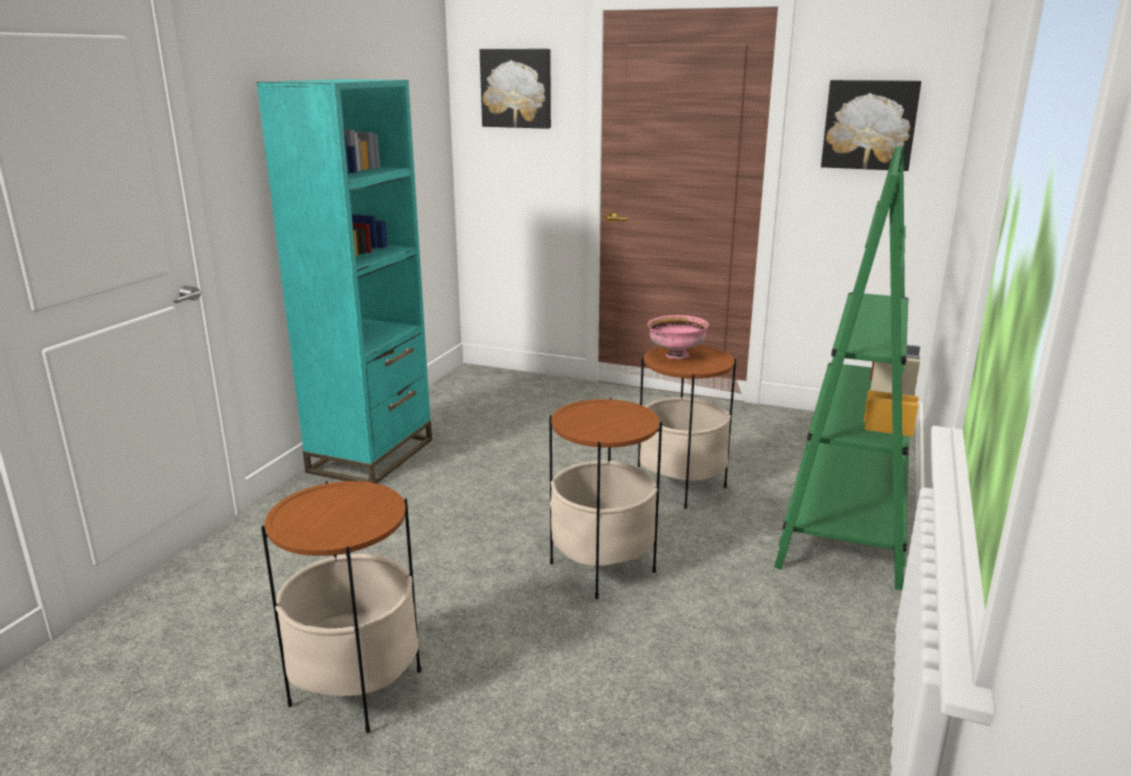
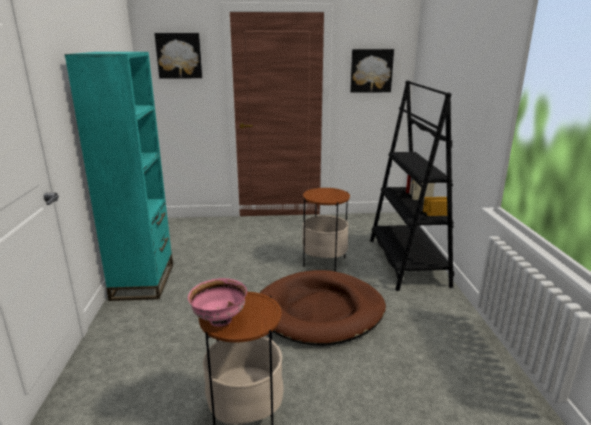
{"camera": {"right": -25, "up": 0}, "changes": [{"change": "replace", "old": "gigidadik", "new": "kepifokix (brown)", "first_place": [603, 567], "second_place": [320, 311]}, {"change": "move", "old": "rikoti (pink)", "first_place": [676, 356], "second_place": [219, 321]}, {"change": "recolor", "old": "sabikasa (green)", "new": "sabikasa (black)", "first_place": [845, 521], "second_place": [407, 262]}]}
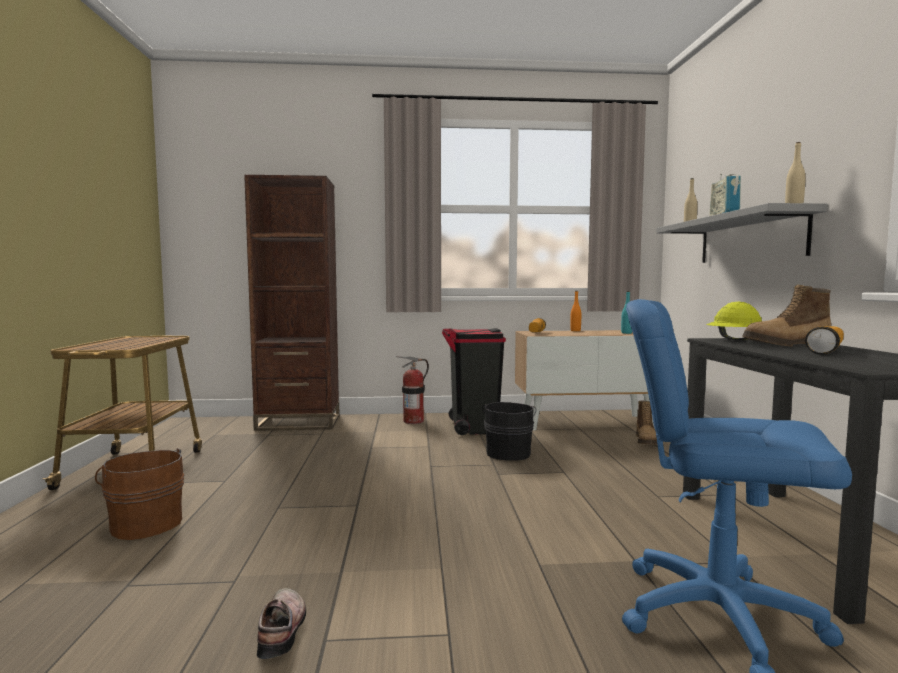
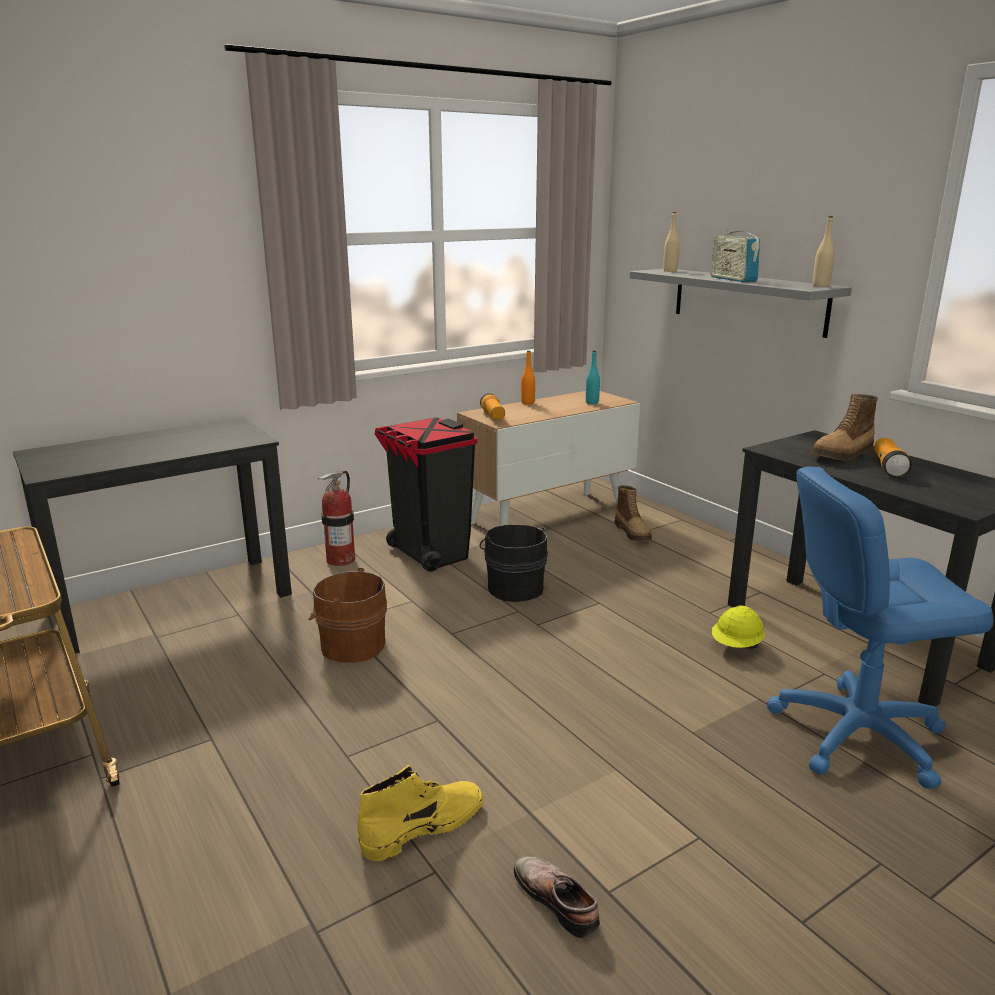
{"camera": {"right": -30, "up": 15}, "changes": [{"change": "move", "old": "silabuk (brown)", "first_place": [146, 523], "second_place": [350, 645]}, {"change": "replace", "old": "sabikasa (brown)", "new": "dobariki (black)", "first_place": [298, 423], "second_place": [174, 601]}, {"change": "move", "old": "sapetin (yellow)", "first_place": [734, 340], "second_place": [736, 646]}, {"change": "insert", "new": "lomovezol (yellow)", "second_place": [424, 826]}]}
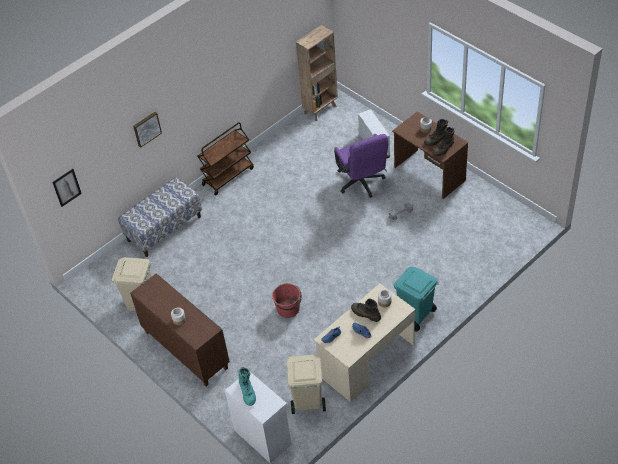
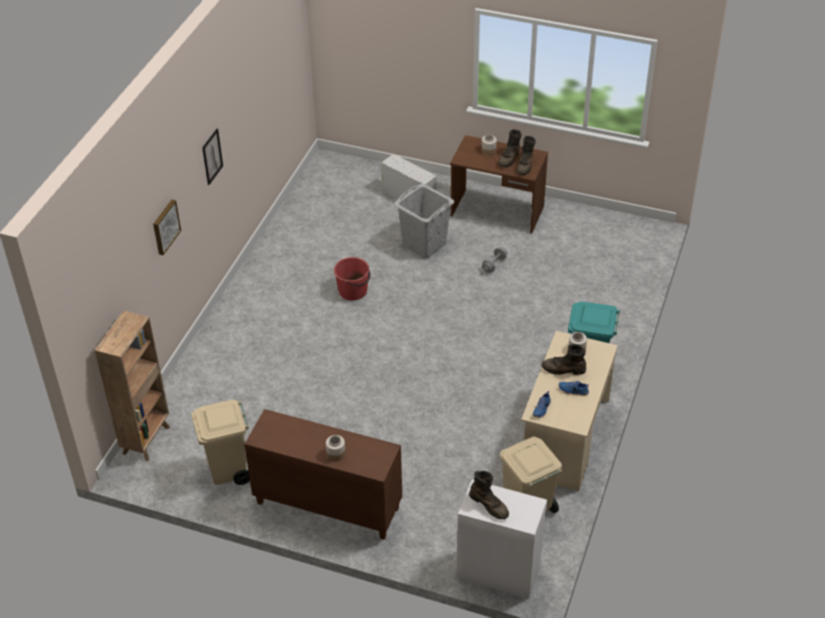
{"camera": {"right": -30, "up": -5}, "changes": [{"change": "move", "old": "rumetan", "first_place": [66, 187], "second_place": [212, 156]}, {"change": "delete", "old": "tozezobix", "first_place": [164, 228]}, {"change": "delete", "old": "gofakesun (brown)", "first_place": [228, 176]}, {"change": "recolor", "old": "lomovezol (turquoise)", "new": "lomovezol (brown)", "first_place": [247, 392], "second_place": [489, 505]}, {"change": "move", "old": "silabuk (red)", "first_place": [288, 309], "second_place": [353, 291]}, {"change": "move", "old": "sabikasa (brown)", "first_place": [321, 109], "second_place": [147, 439]}, {"change": "replace", "old": "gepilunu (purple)", "new": "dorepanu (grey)", "first_place": [362, 184], "second_place": [424, 245]}]}
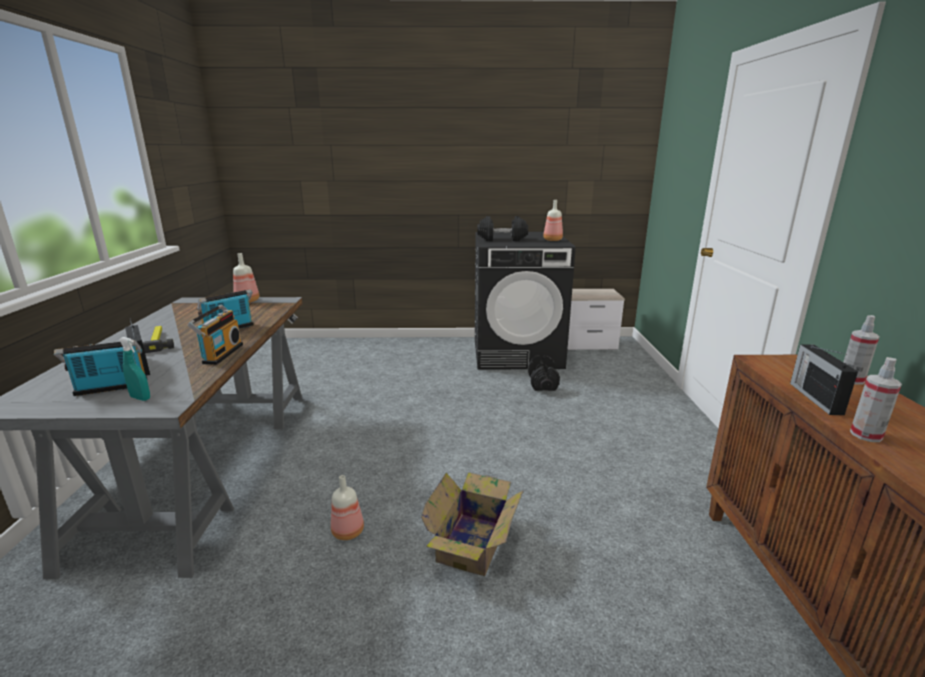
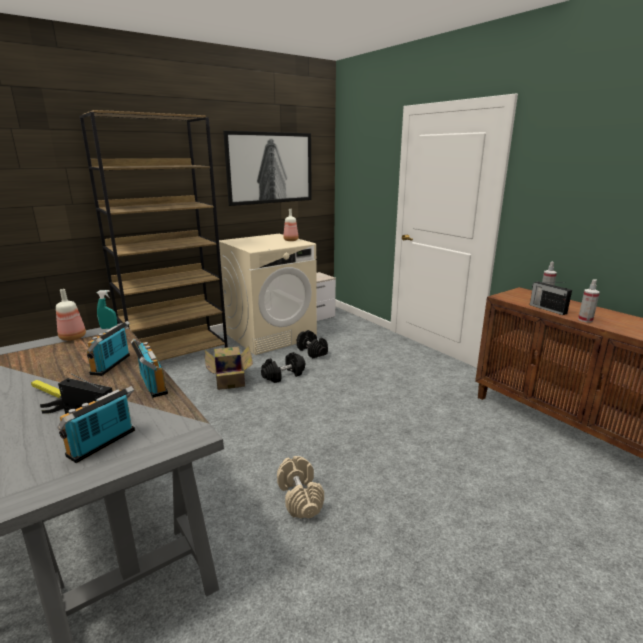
{"camera": {"right": -35, "up": 0}, "changes": [{"change": "move", "old": "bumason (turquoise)", "first_place": [140, 398], "second_place": [109, 328]}, {"change": "replace", "old": "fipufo", "new": "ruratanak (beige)", "first_place": [349, 531], "second_place": [300, 497]}, {"change": "move", "old": "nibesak", "first_place": [474, 541], "second_place": [230, 378]}, {"change": "recolor", "old": "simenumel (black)", "new": "simenumel (beige)", "first_place": [517, 353], "second_place": [271, 335]}, {"change": "move", "old": "ruratanak (black)", "first_place": [502, 239], "second_place": [283, 375]}, {"change": "insert", "new": "sabikasa (brown)", "second_place": [176, 353]}, {"change": "insert", "new": "rumetan", "second_place": [270, 168]}]}
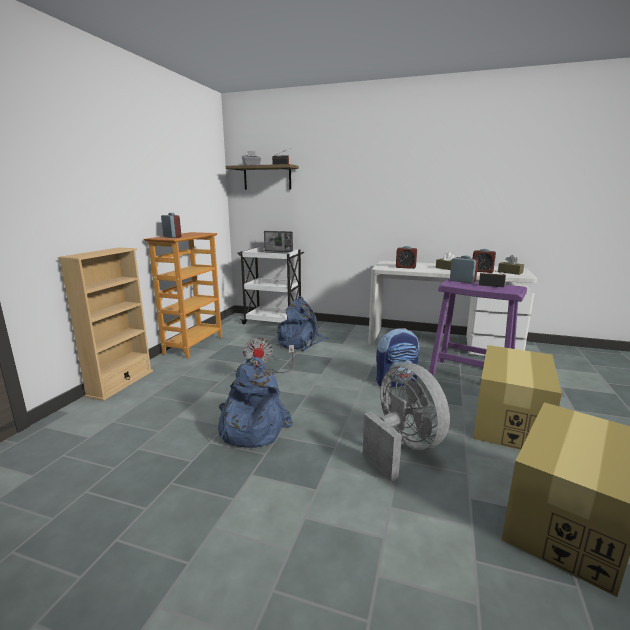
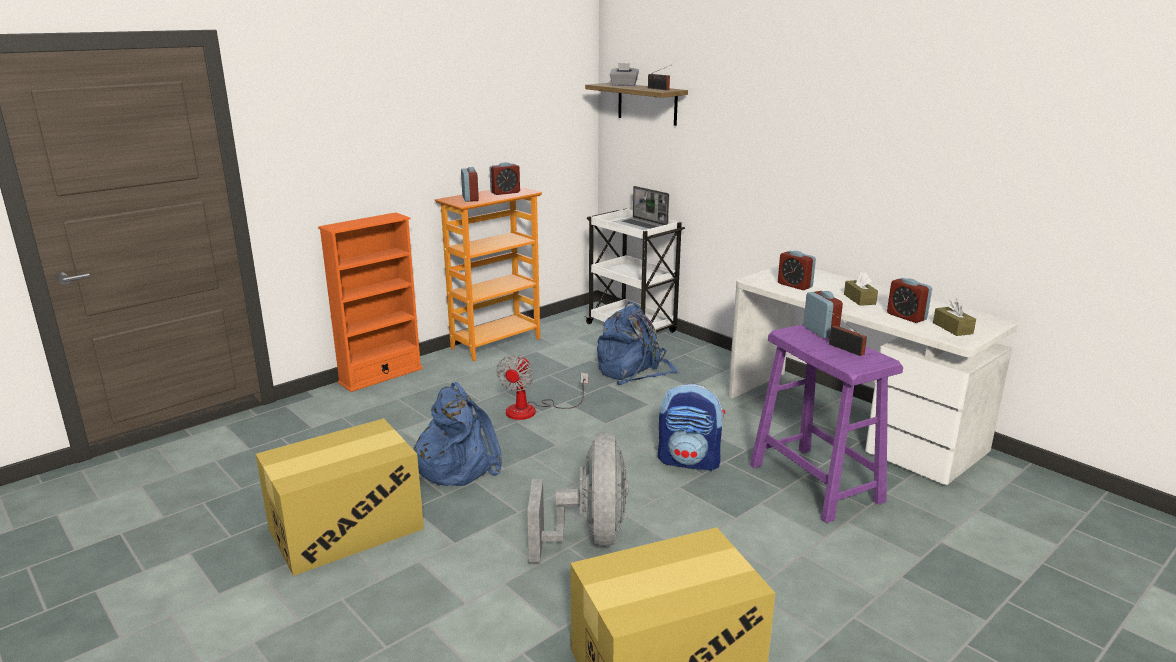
{"camera": {"right": 30, "up": 5}, "changes": [{"change": "recolor", "old": "sabikasa (beige)", "new": "sabikasa (orange)", "first_place": [121, 383], "second_place": [381, 375]}, {"change": "move", "old": "nibesak", "first_place": [510, 421], "second_place": [346, 528]}, {"change": "insert", "new": "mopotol", "second_place": [505, 192]}]}
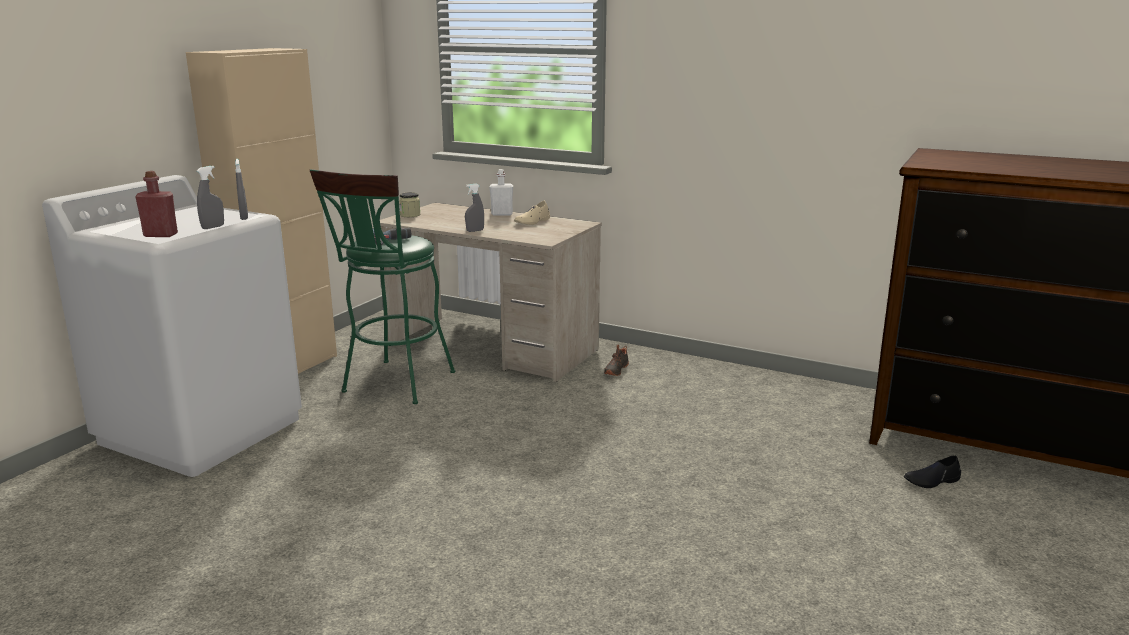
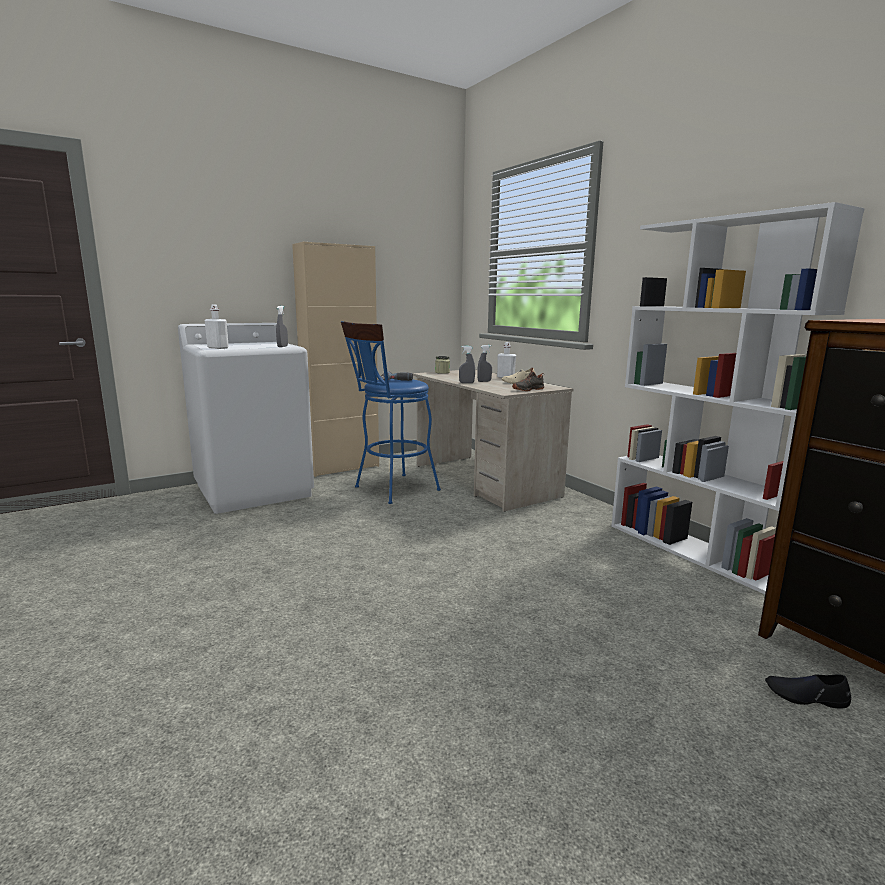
{"camera": {"right": 30, "up": -5}, "changes": [{"change": "recolor", "old": "fipufo (red)", "new": "fipufo (white)", "first_place": [160, 235], "second_place": [218, 348]}, {"change": "move", "old": "bumason (grey)", "first_place": [213, 227], "second_place": [484, 381]}, {"change": "recolor", "old": "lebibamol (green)", "new": "lebibamol (blue)", "first_place": [395, 385], "second_place": [391, 490]}, {"change": "move", "old": "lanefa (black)", "first_place": [615, 370], "second_place": [527, 389]}, {"change": "insert", "new": "sabikasa (white)", "second_place": [694, 550]}]}
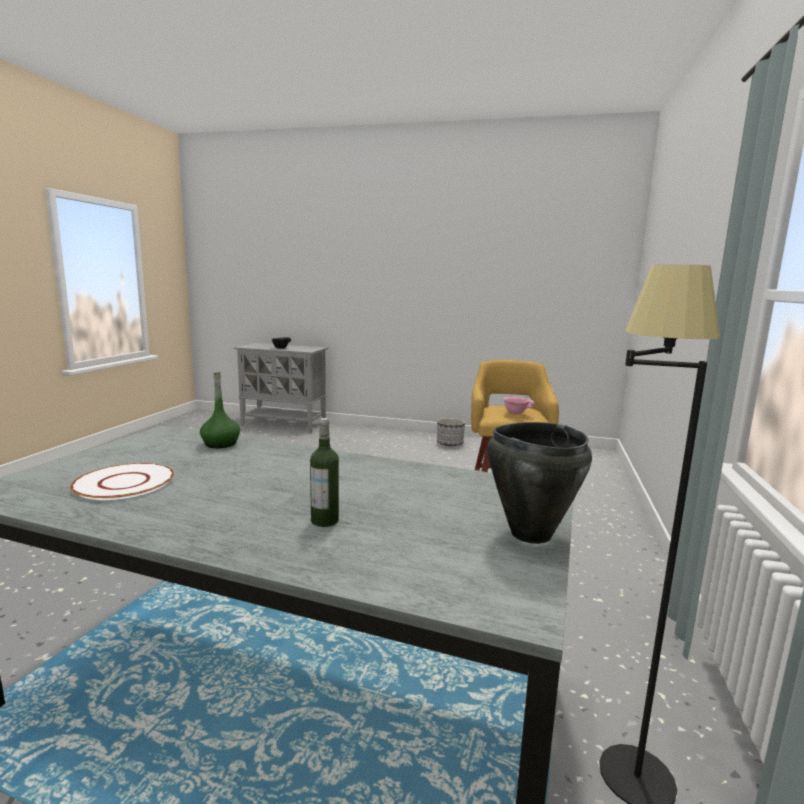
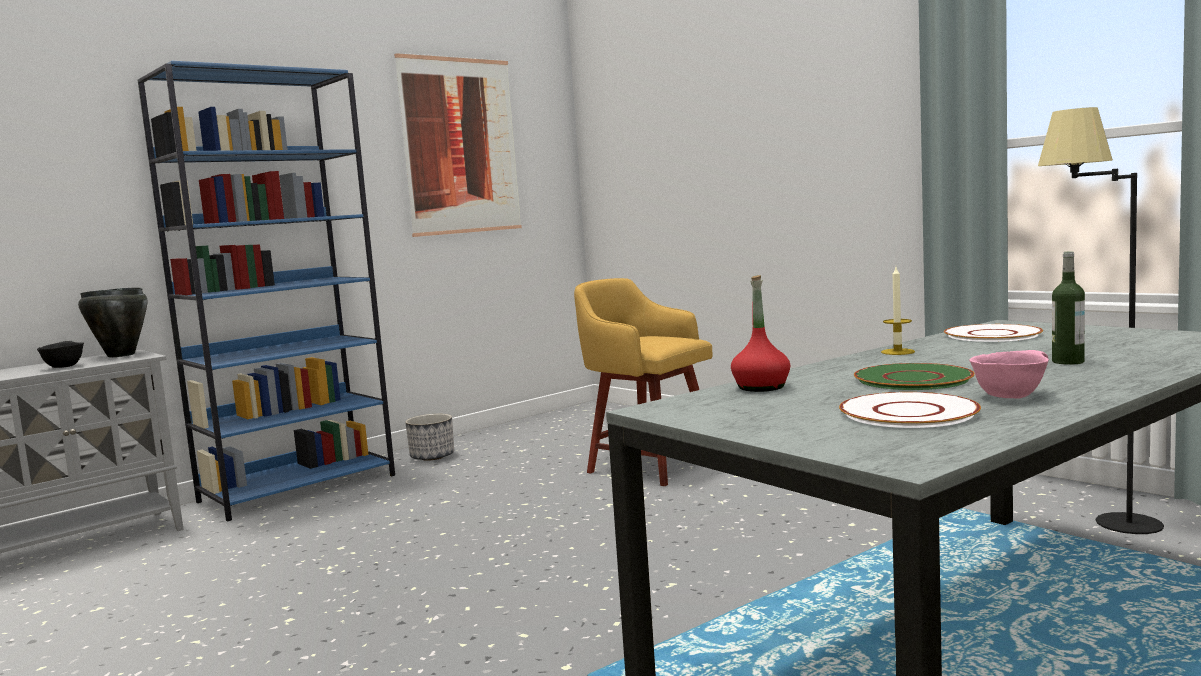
{"camera": {"right": -55, "up": -5}, "changes": [{"change": "recolor", "old": "fipufo (green)", "new": "fipufo (red)", "first_place": [220, 444], "second_place": [761, 387]}, {"change": "move", "old": "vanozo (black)", "first_place": [529, 534], "second_place": [120, 355]}, {"change": "move", "old": "rikoti (pink)", "first_place": [516, 413], "second_place": [1009, 396]}, {"change": "insert", "new": "sabikasa (blue)", "second_place": [299, 488]}, {"change": "insert", "new": "rumetan", "second_place": [460, 145]}, {"change": "insert", "new": "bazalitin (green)", "second_place": [912, 379]}, {"change": "insert", "new": "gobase", "second_place": [897, 352]}, {"change": "insert", "new": "bazalitin (white)", "second_place": [992, 335]}]}
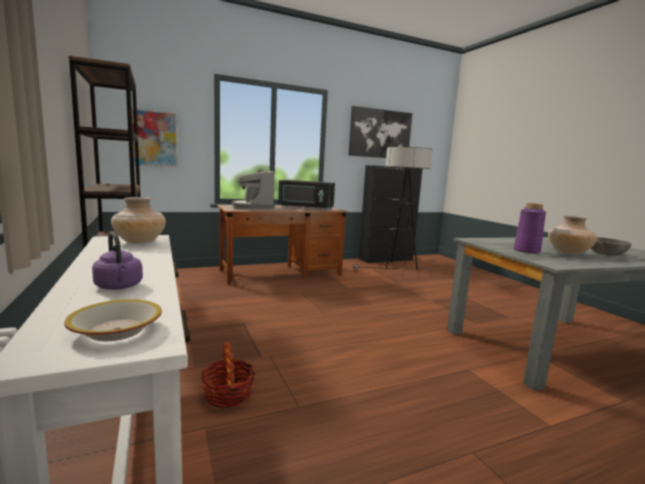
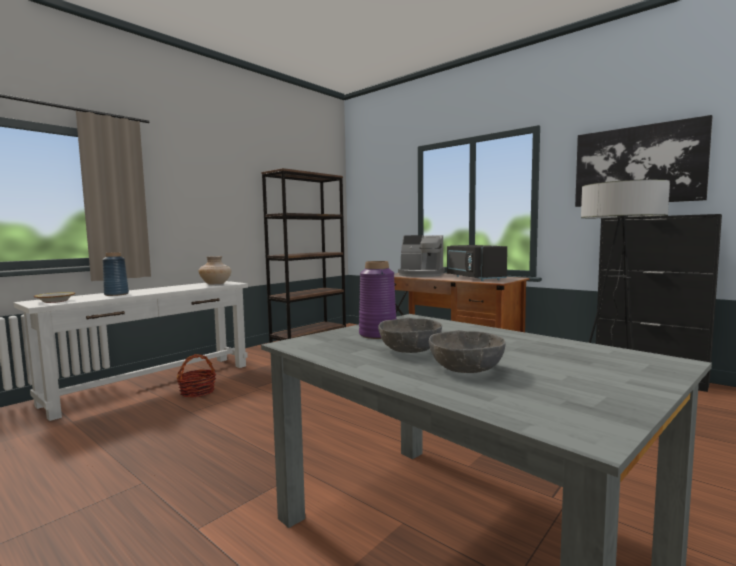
{"camera": {"right": 65, "up": -5}, "changes": [{"change": "replace", "old": "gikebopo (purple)", "new": "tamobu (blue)", "first_place": [119, 287], "second_place": [116, 294]}, {"change": "delete", "old": "rumetan", "first_place": [154, 138]}, {"change": "rotate", "old": "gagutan", "first_place": [253, 207], "second_place": [421, 275], "degrees": -120}, {"change": "replace", "old": "tamobu (beige)", "new": "rikoti (grey)", "first_place": [568, 253], "second_place": [410, 350]}]}
